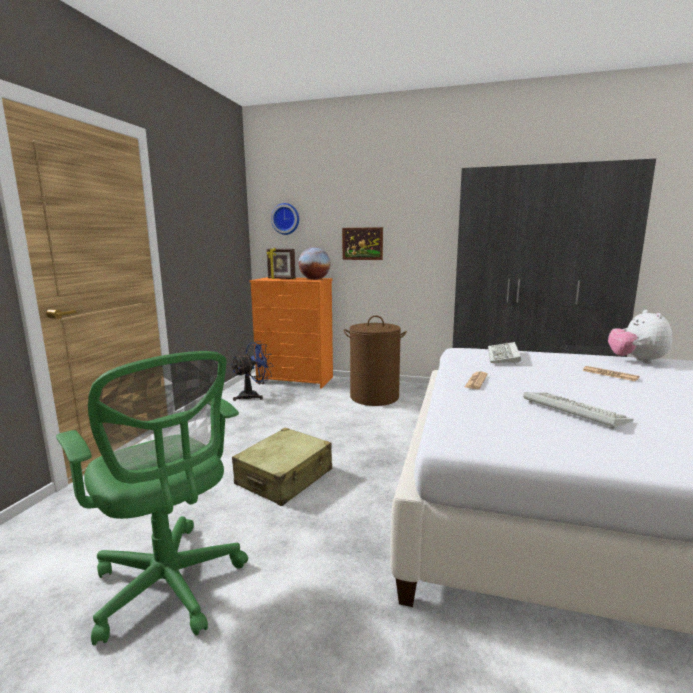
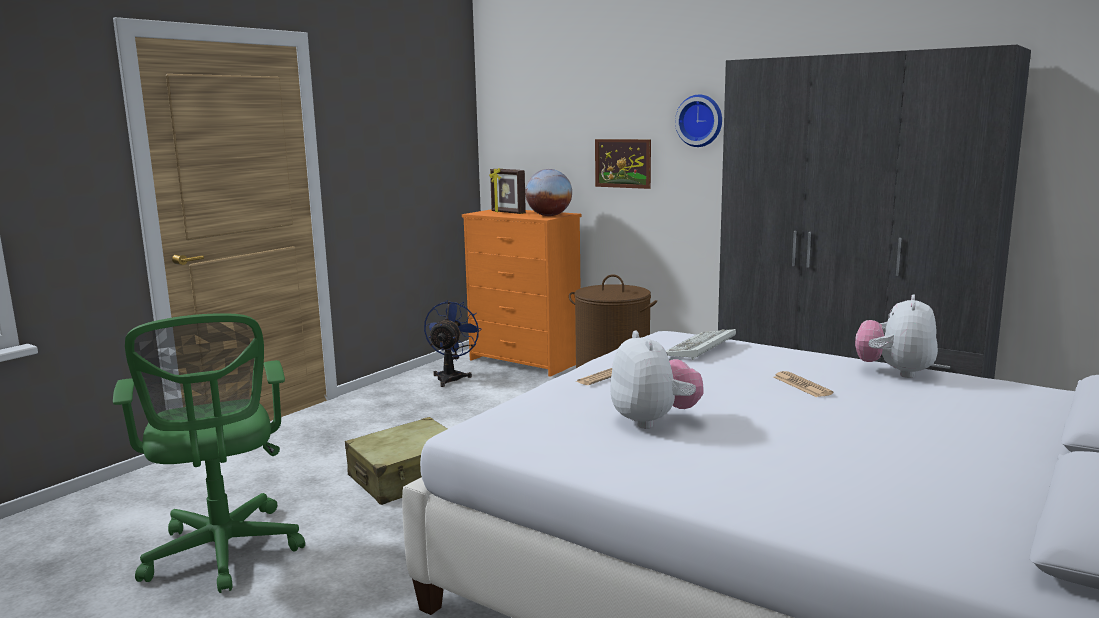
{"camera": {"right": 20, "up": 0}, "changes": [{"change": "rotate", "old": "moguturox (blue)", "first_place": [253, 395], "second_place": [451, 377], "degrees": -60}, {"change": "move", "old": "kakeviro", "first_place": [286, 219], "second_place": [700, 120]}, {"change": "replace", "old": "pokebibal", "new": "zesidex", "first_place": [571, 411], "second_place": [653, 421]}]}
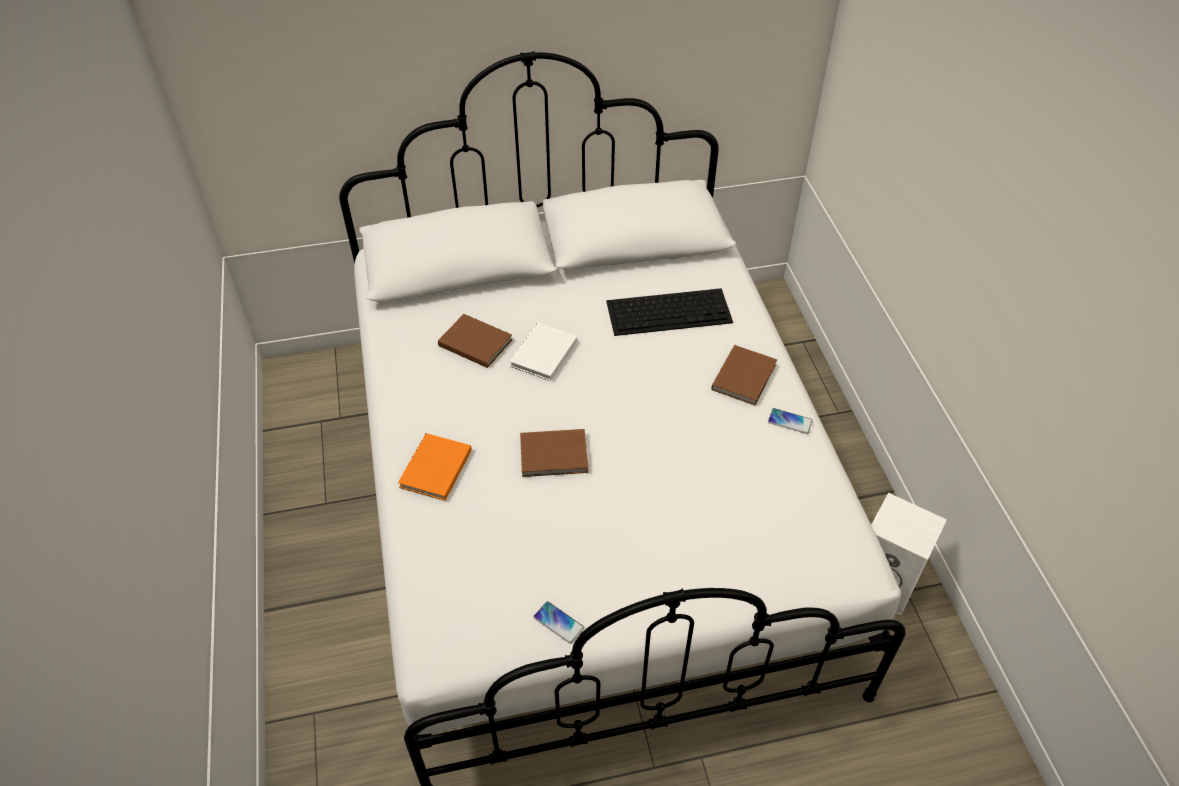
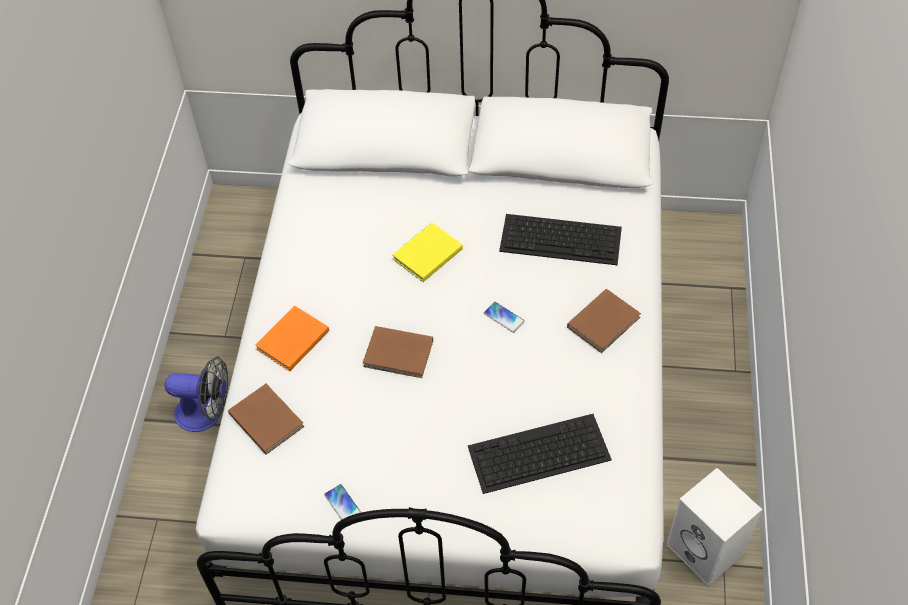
{"camera": {"right": 20, "up": 5}, "changes": [{"change": "move", "old": "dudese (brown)", "first_place": [474, 341], "second_place": [266, 418]}, {"change": "recolor", "old": "dudese (white)", "new": "dudese (yellow)", "first_place": [542, 354], "second_place": [425, 254]}, {"change": "move", "old": "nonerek", "first_place": [790, 421], "second_place": [504, 317]}, {"change": "insert", "new": "moguturox", "second_place": [206, 413]}, {"change": "insert", "new": "pokebibal", "second_place": [538, 454]}]}
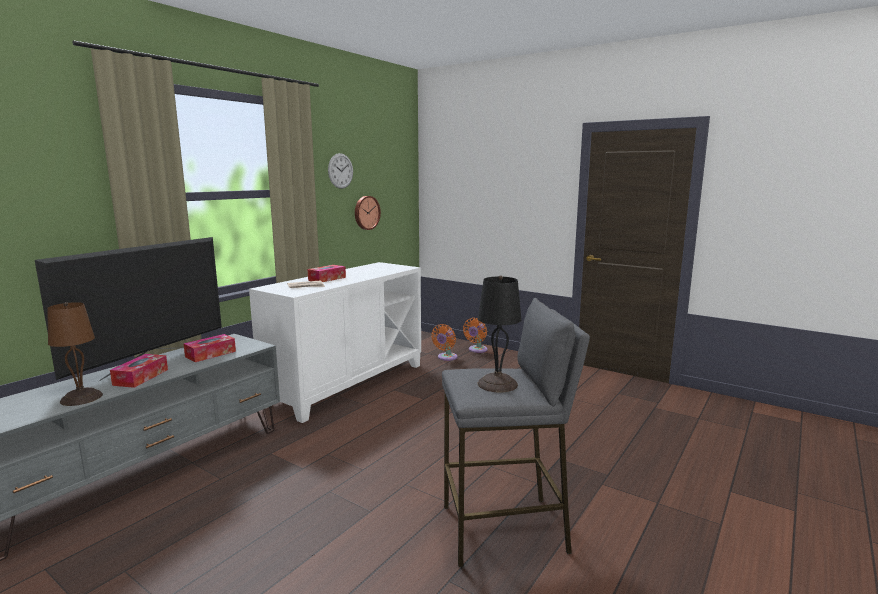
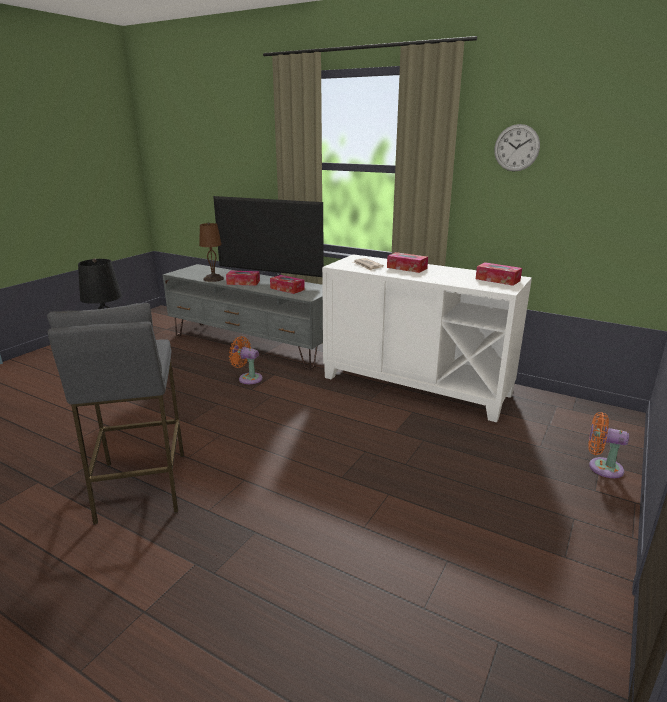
{"camera": {"right": 85, "up": 10}, "changes": [{"change": "delete", "old": "kakeviro", "first_place": [366, 212]}, {"change": "move", "old": "moguturox (orange)", "first_place": [446, 357], "second_place": [248, 378]}, {"change": "insert", "new": "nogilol", "second_place": [497, 280]}]}
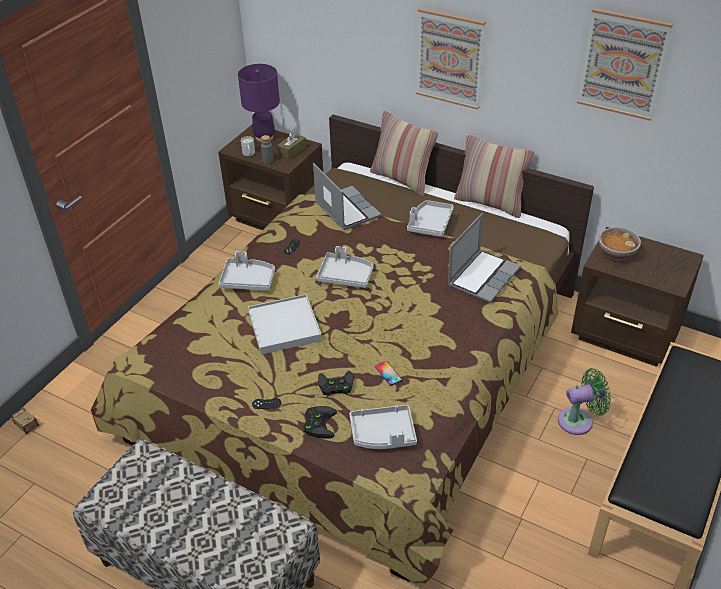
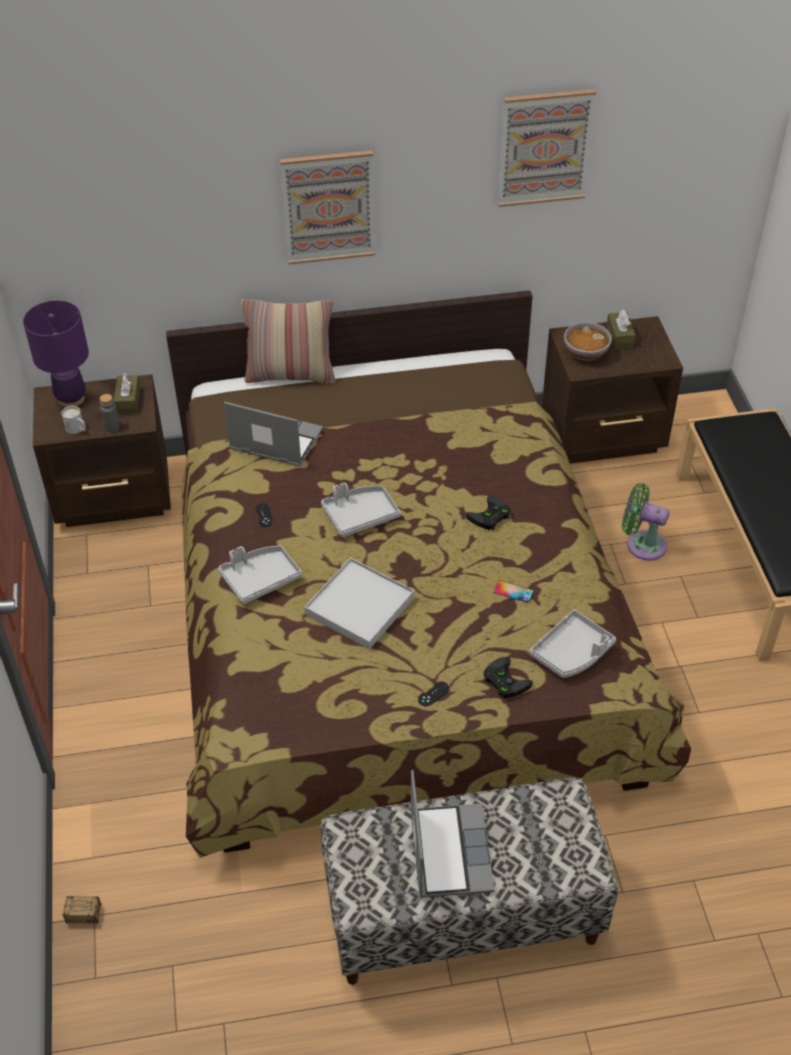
{"camera": {"right": -40, "up": 5}, "changes": [{"change": "move", "old": "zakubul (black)", "first_place": [335, 386], "second_place": [489, 517]}, {"change": "delete", "old": "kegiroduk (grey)", "first_place": [430, 224]}, {"change": "move", "old": "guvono", "first_place": [483, 276], "second_place": [448, 850]}, {"change": "delete", "old": "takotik", "first_place": [490, 203]}, {"change": "rotate", "old": "moguturox (green)", "first_place": [579, 420], "second_place": [642, 544], "degrees": -105}, {"change": "insert", "new": "nogilol (brown)", "second_place": [619, 337]}]}
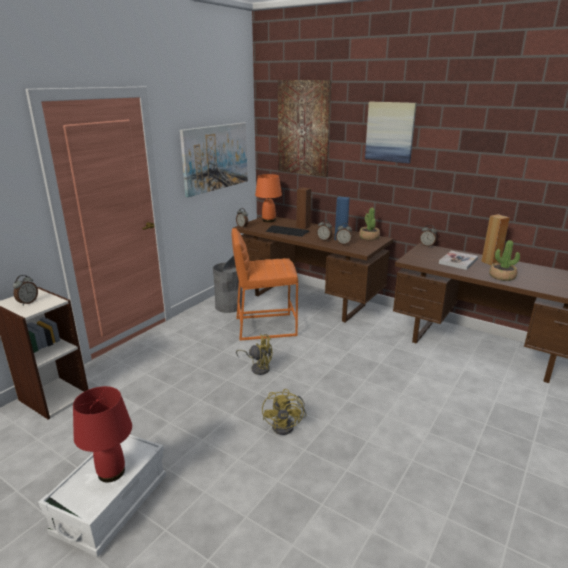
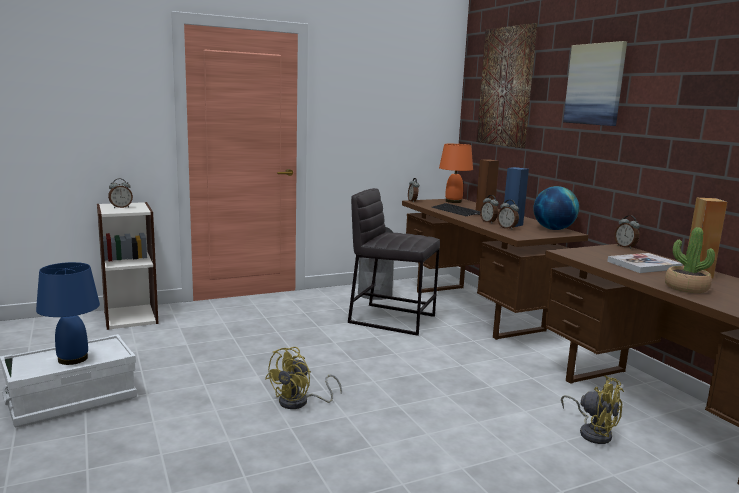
{"camera": {"right": 30, "up": -10}, "changes": [{"change": "recolor", "old": "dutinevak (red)", "new": "dutinevak (blue)", "first_place": [111, 473], "second_place": [72, 359]}, {"change": "delete", "old": "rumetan", "first_place": [215, 157]}, {"change": "recolor", "old": "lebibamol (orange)", "new": "lebibamol (grey)", "first_place": [265, 326], "second_place": [391, 319]}, {"change": "move", "old": "moguturox (yellow)", "first_place": [258, 367], "second_place": [593, 432]}, {"change": "replace", "old": "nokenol", "new": "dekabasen", "first_place": [369, 237], "second_place": [553, 229]}]}
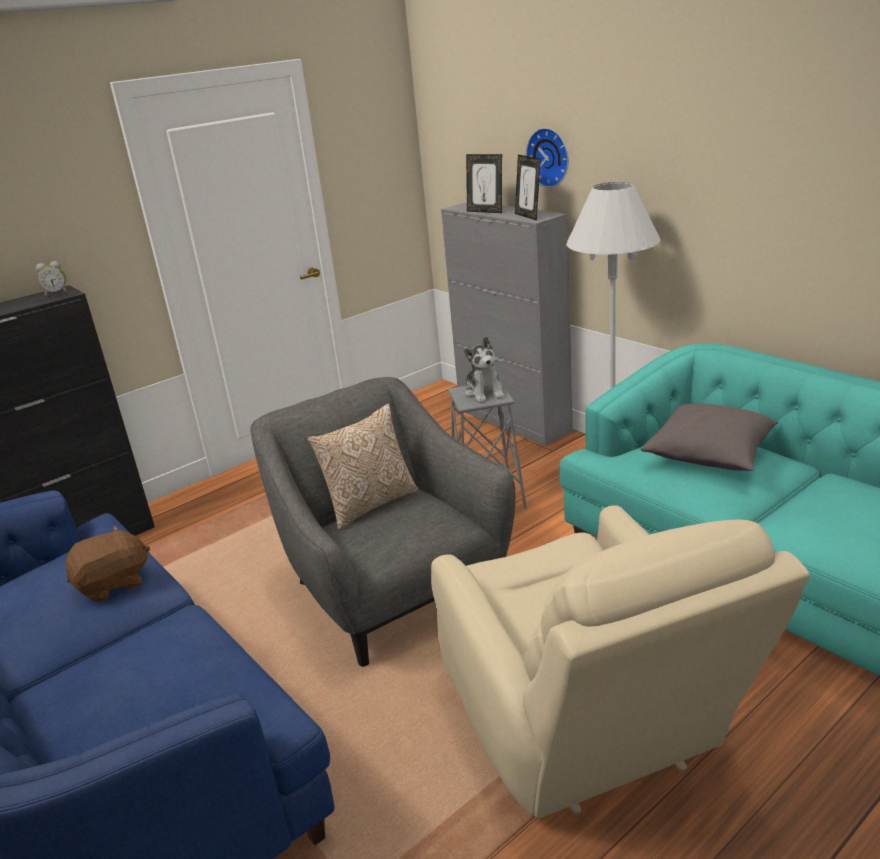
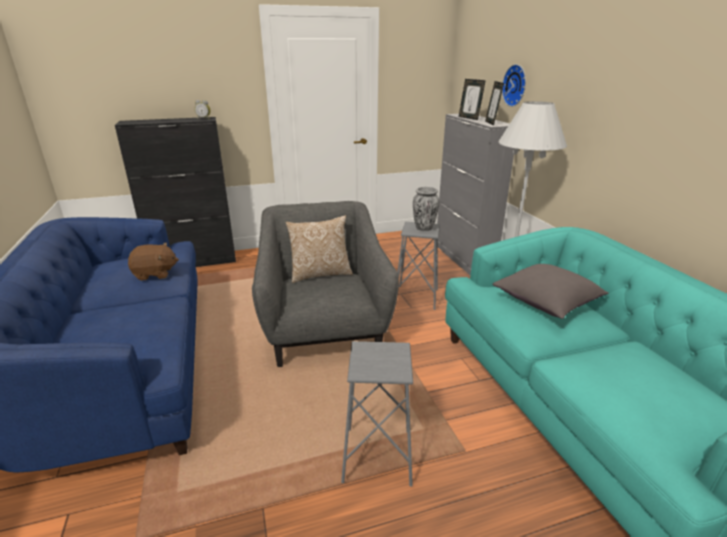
{"camera": {"right": 20, "up": 0}, "changes": [{"change": "replace", "old": "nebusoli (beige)", "new": "lebibamol (grey)", "first_place": [589, 731], "second_place": [377, 456]}, {"change": "replace", "old": "zesidex", "new": "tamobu", "first_place": [484, 392], "second_place": [424, 228]}]}
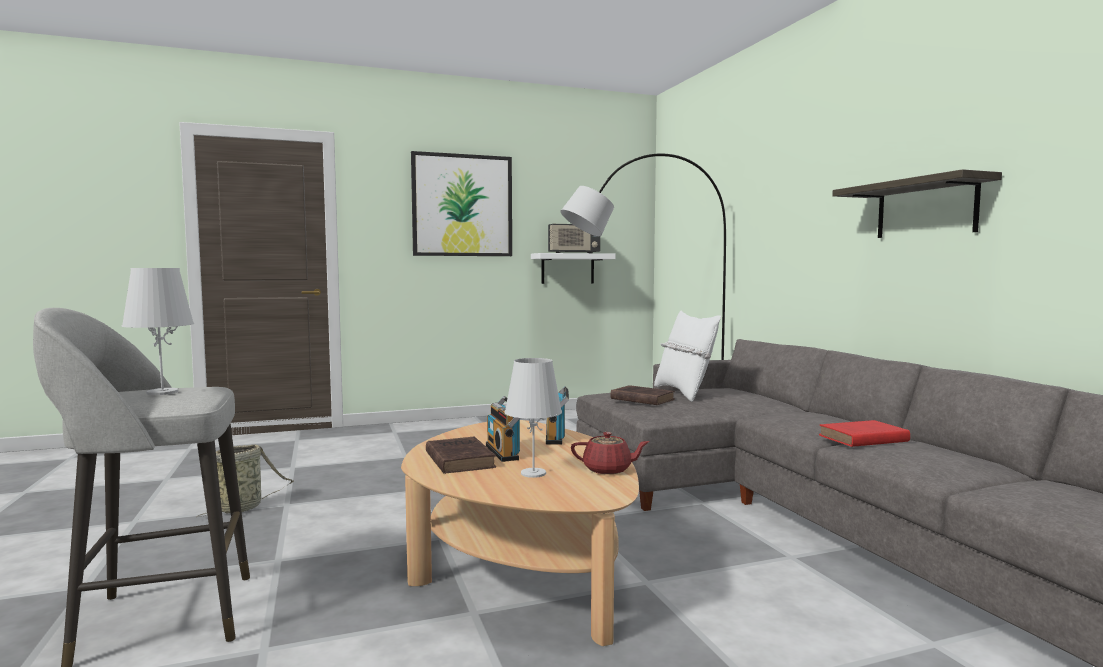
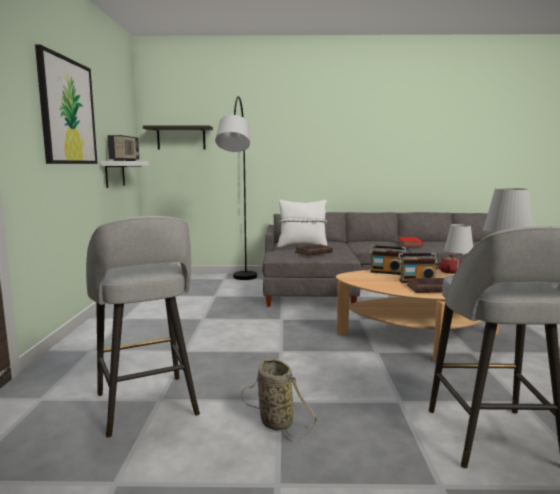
{"camera": {"right": -70, "up": 5}, "changes": [{"change": "move", "old": "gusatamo", "first_place": [925, 209], "second_place": [181, 138]}, {"change": "insert", "new": "lebibamol (grey)", "second_place": [147, 406]}]}
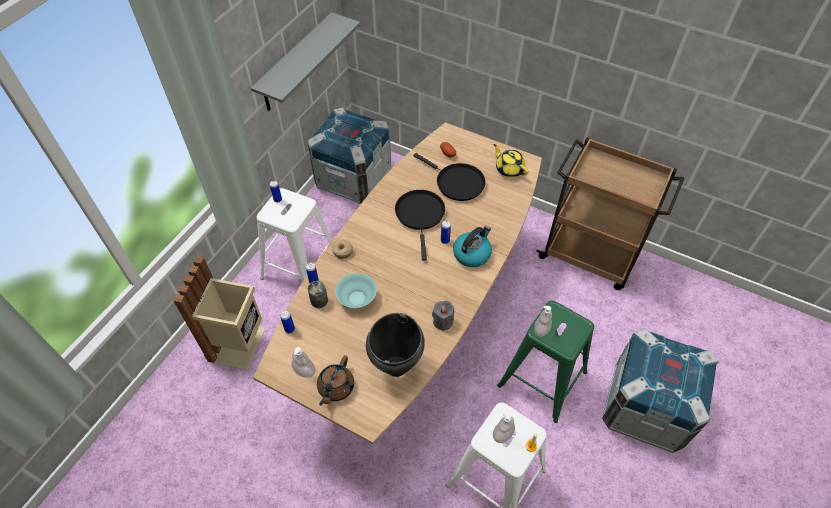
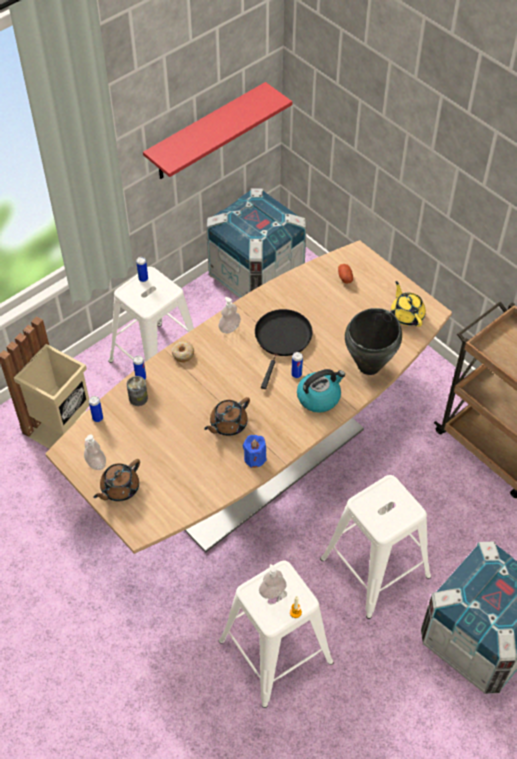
{"camera": {"right": 20, "up": 0}, "changes": [{"change": "recolor", "old": "gusatamo (grey)", "new": "gusatamo (red)", "first_place": [296, 64], "second_place": [206, 133]}, {"change": "delete", "old": "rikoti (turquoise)", "first_place": [356, 298]}, {"change": "move", "old": "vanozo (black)", "first_place": [397, 366], "second_place": [369, 366]}, {"change": "delete", "old": "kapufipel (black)", "first_place": [457, 183]}, {"change": "recolor", "old": "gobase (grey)", "new": "gobase (blue)", "first_place": [443, 321], "second_place": [255, 458]}, {"change": "recolor", "old": "lebibamol (green)", "new": "lebibamol (white)", "first_place": [542, 380], "second_place": [375, 568]}, {"change": "move", "old": "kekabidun", "first_place": [541, 329], "second_place": [229, 328]}, {"change": "insert", "new": "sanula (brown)", "second_place": [228, 424]}]}
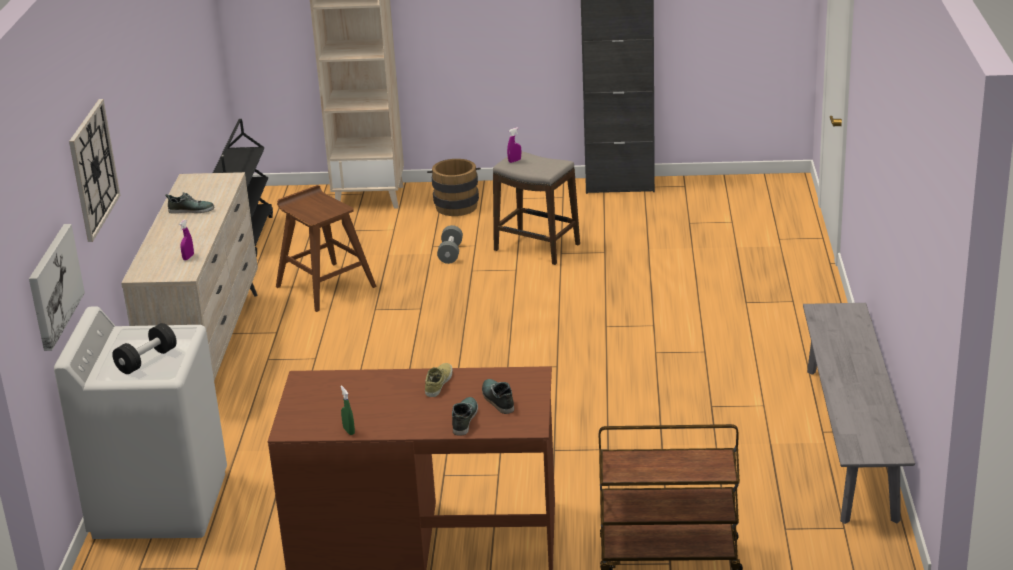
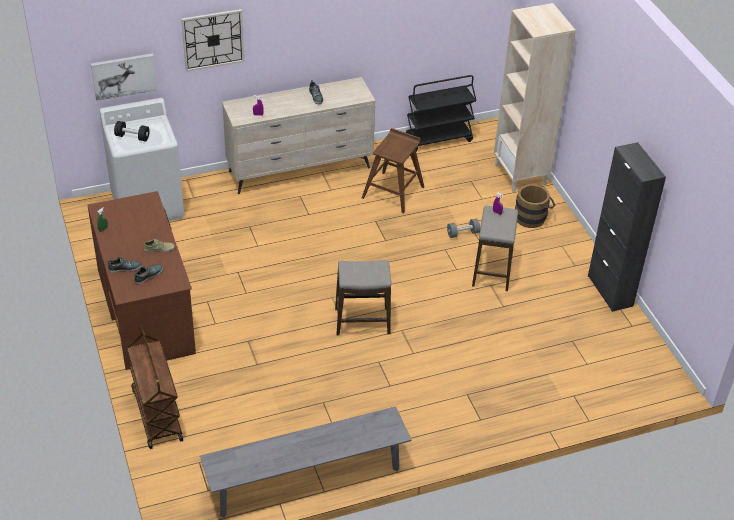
{"camera": {"right": 65, "up": 15}, "changes": [{"change": "insert", "new": "lebibamol", "second_place": [362, 321]}]}
